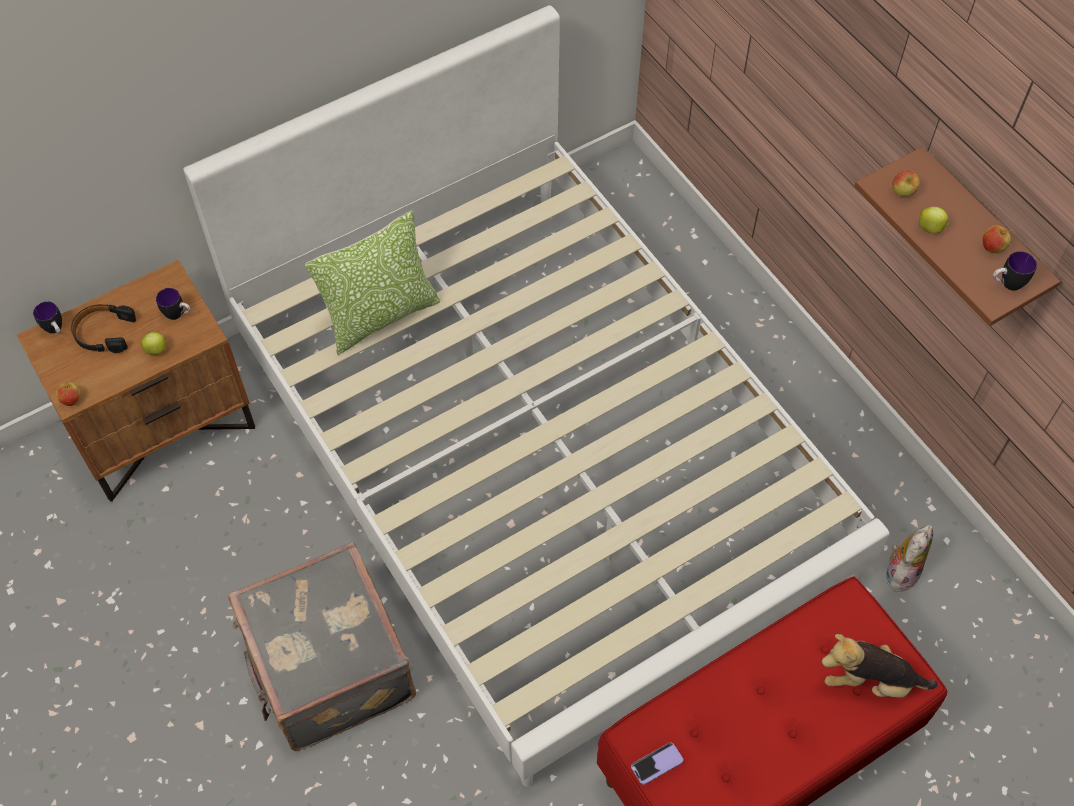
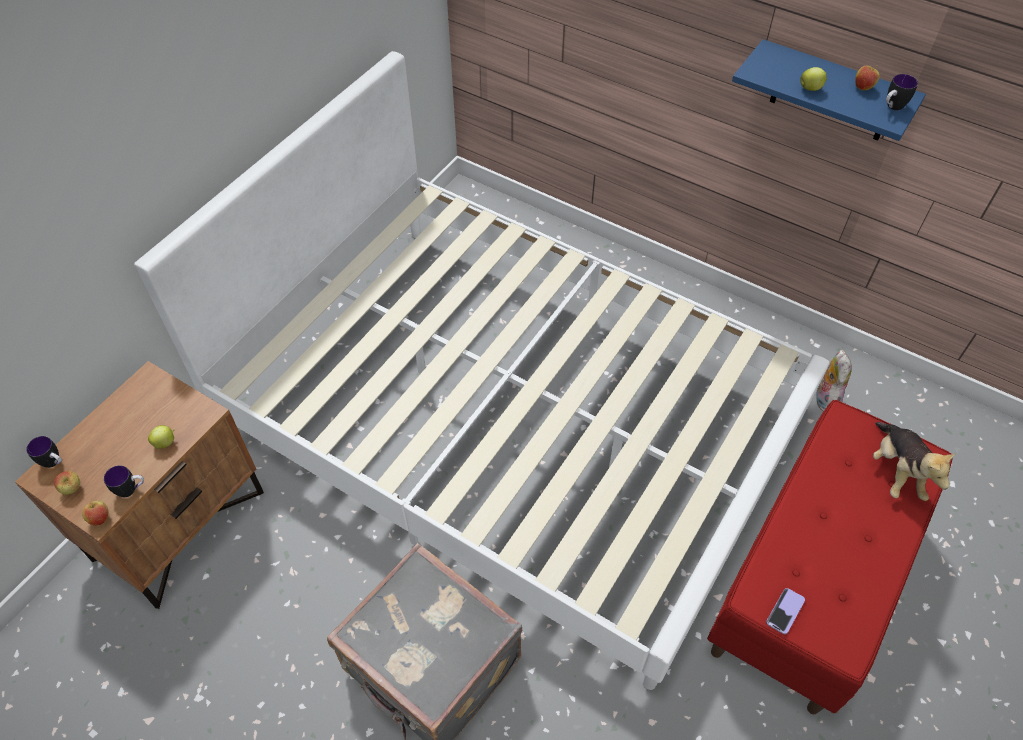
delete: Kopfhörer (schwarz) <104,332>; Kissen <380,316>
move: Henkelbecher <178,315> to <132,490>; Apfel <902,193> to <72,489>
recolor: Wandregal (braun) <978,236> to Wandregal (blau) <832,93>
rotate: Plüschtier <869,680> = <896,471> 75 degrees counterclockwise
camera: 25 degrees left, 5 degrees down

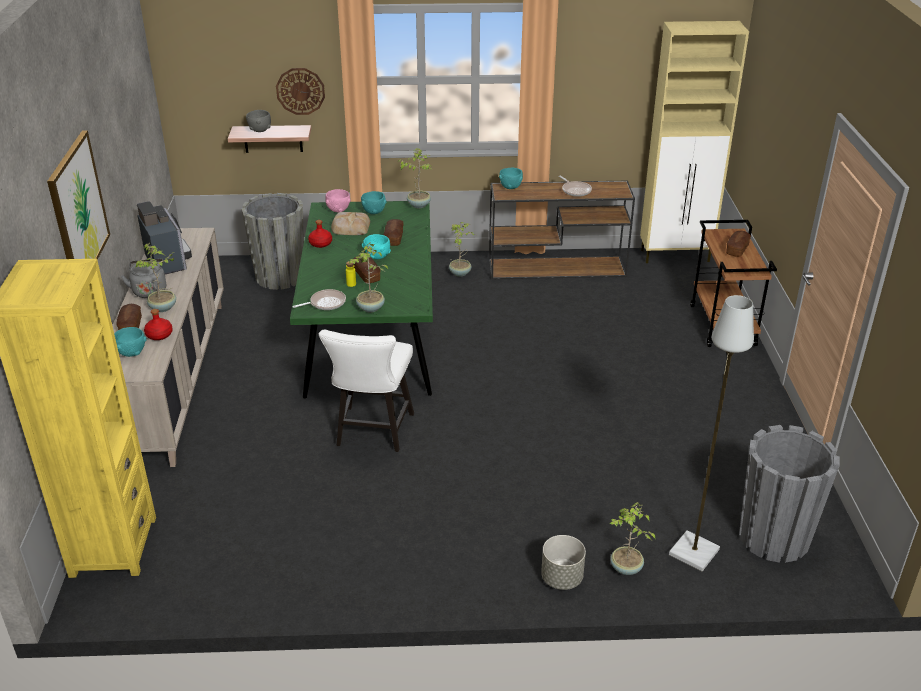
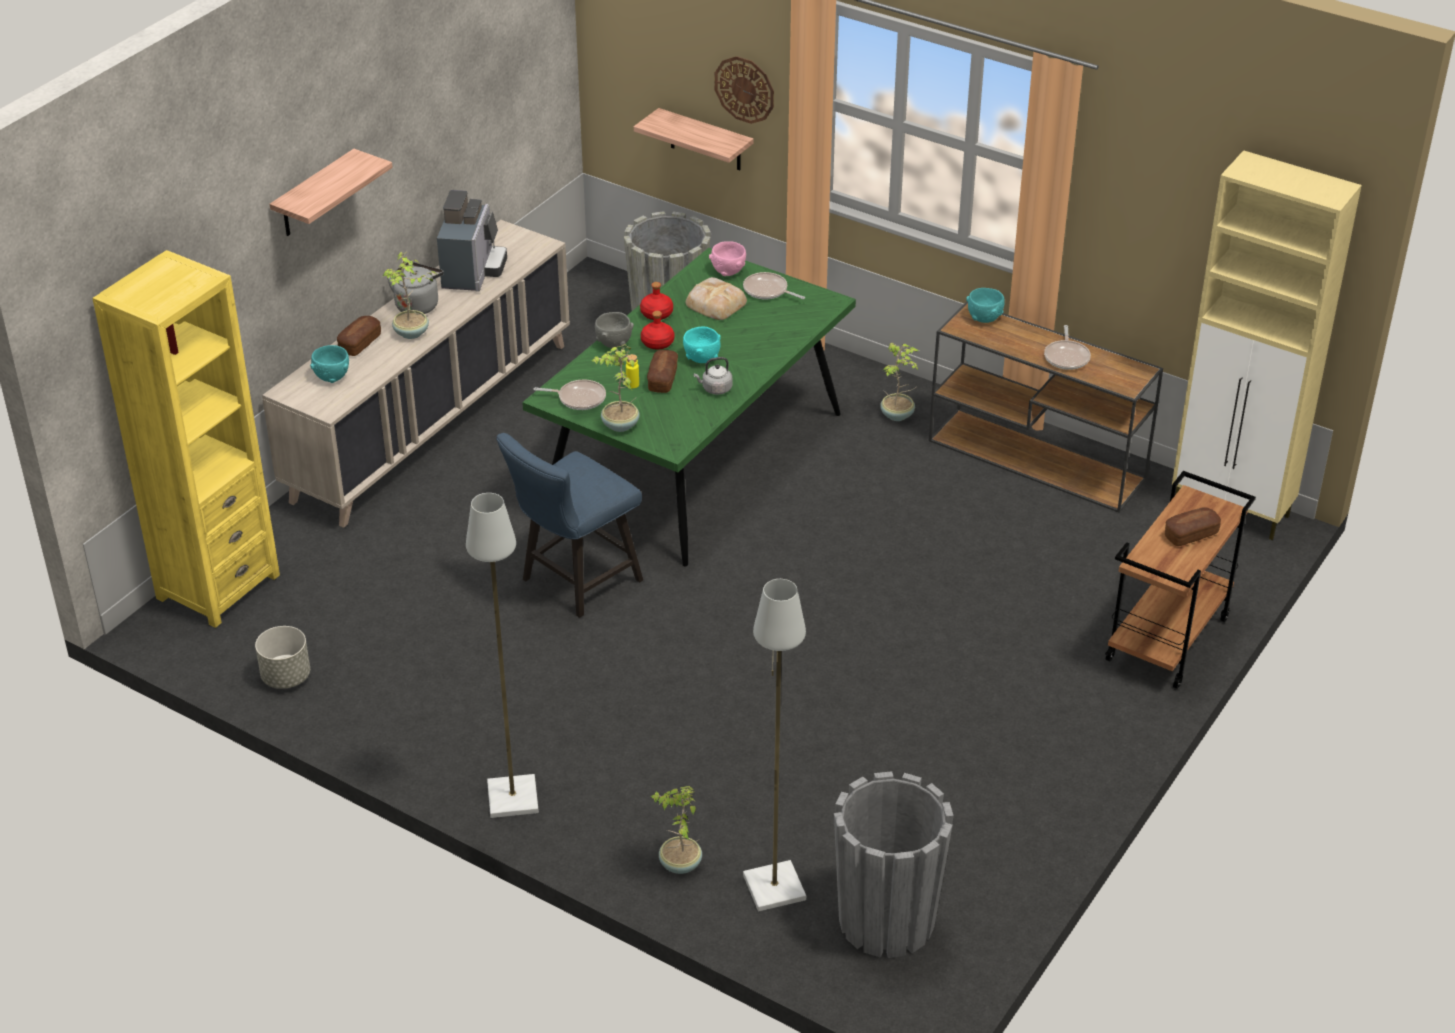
delete: Brot <394,238>; Topfpflanze <419,205>
insert: Stehlampe (grau) <511,797>; Wasserkessel (grau) <715,389>
move: Flasche (rot) <159,335> to <657,343>; Schüssel (grau) <260,130> to <614,343>; Pflanzkübel (grau) <561,578> to <285,677>
replace: Bild <78,210> to Wandregal <314,195>; Schüssel (türkis) <374,212> to Pfanne <767,291>
recolor: Stuhl (weiß) <372,433> to Stuhl (blau) <574,583>
camera: 35 degrees right, 5 degrees up

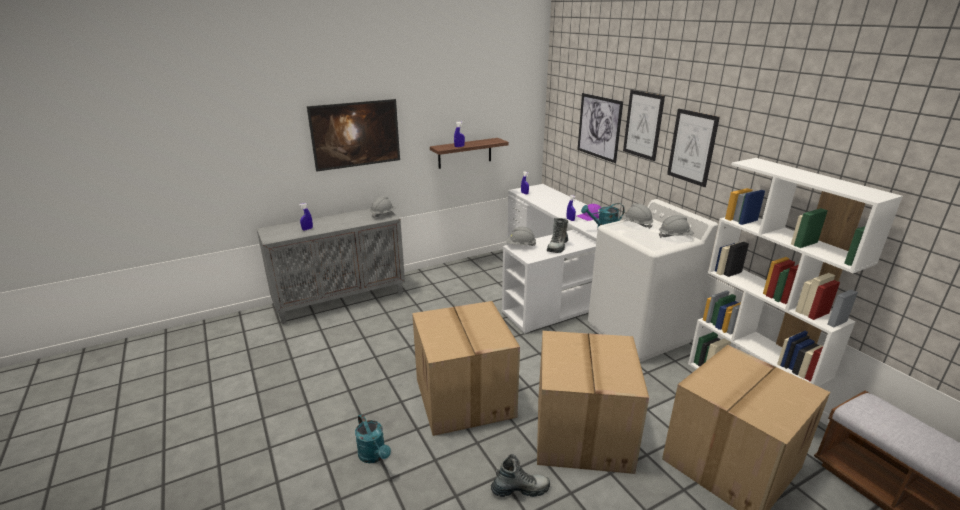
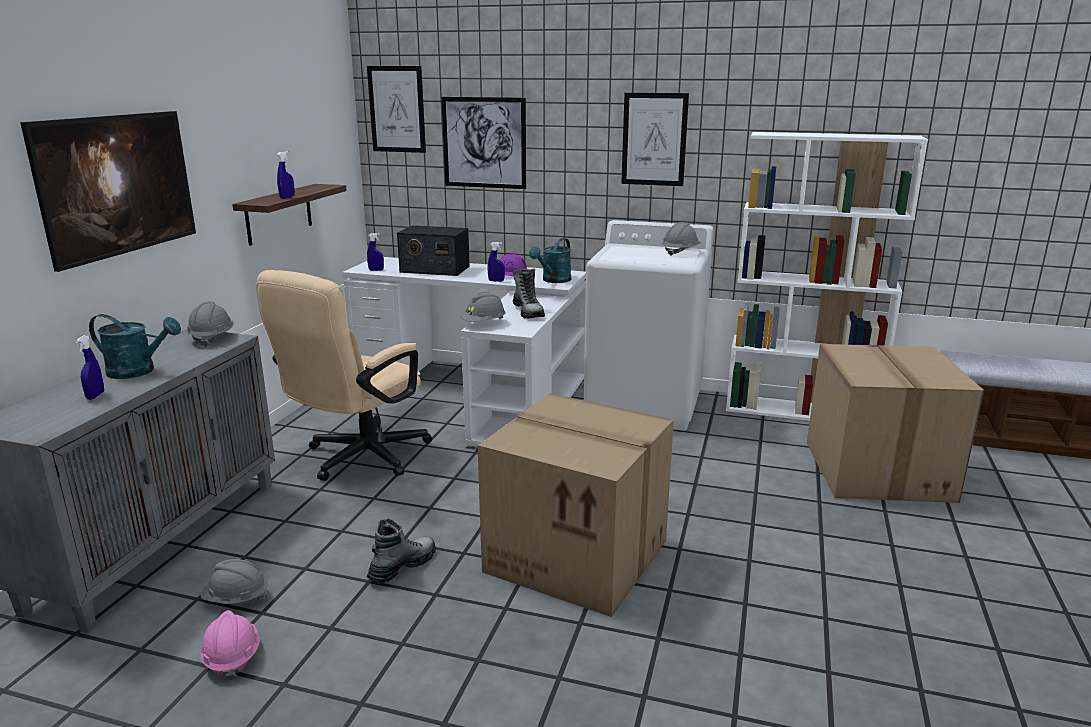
delete: Karton <584,434>
insert: Schutzhelm (rosa) <232,657>; Bürostuhl (beige) <358,459>; Radio <434,269>
move: Gießkanne (türkis) <374,456> to <139,371>; Stiefel <520,489> to <402,566>; Schutzhelm (grau) <636,224> to <236,599>; Bild <643,125> to <397,109>
camera: 45 degrees left, 5 degrees down

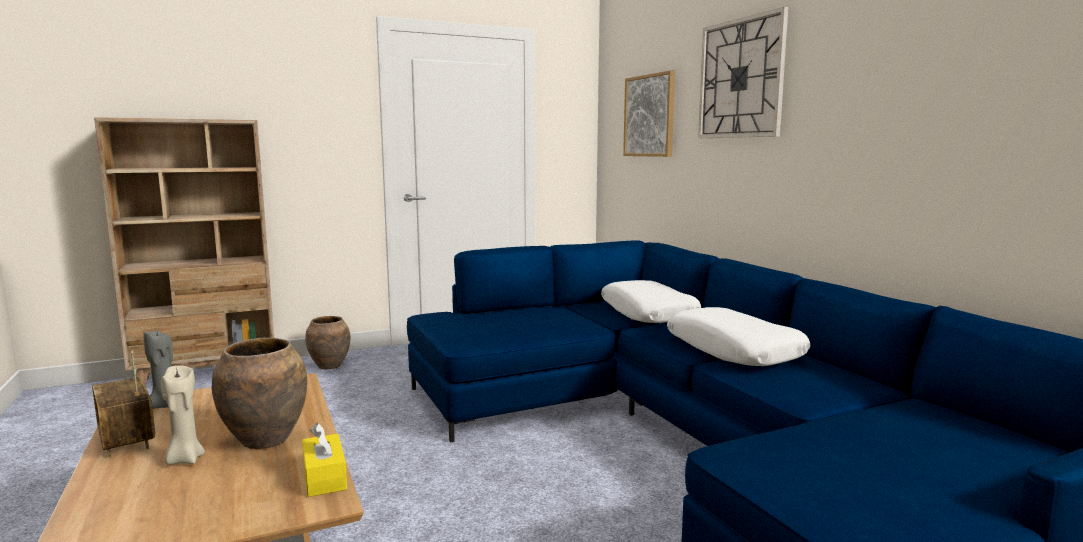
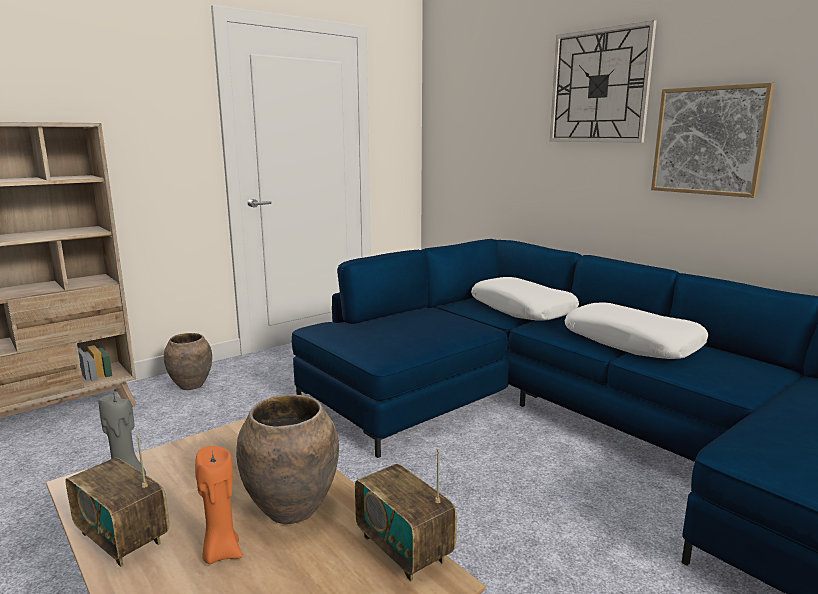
move: Bild <649,116> to <709,141>
replace: Taschentuchbox (gelb) <324,477> to Radio <404,548>
recolor: Kerze (beige) <185,460> to Kerze (orange) <221,553>
camera: 15 degrees left, 5 degrees up

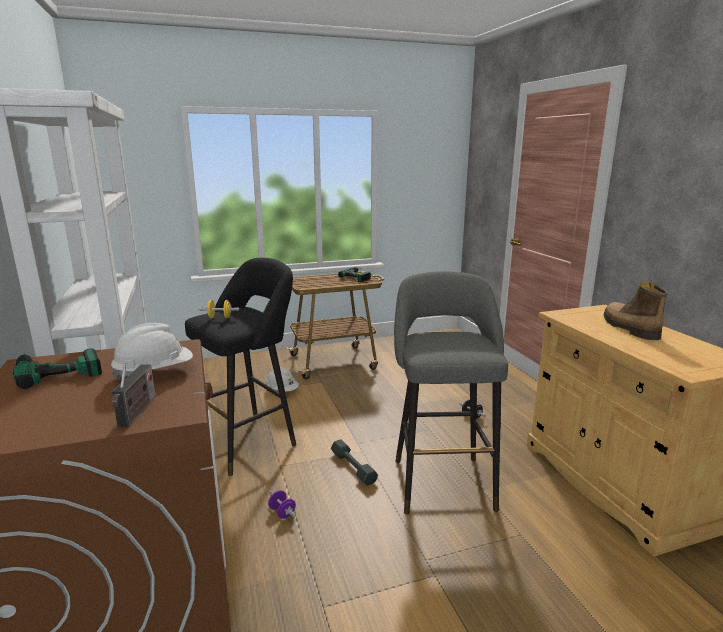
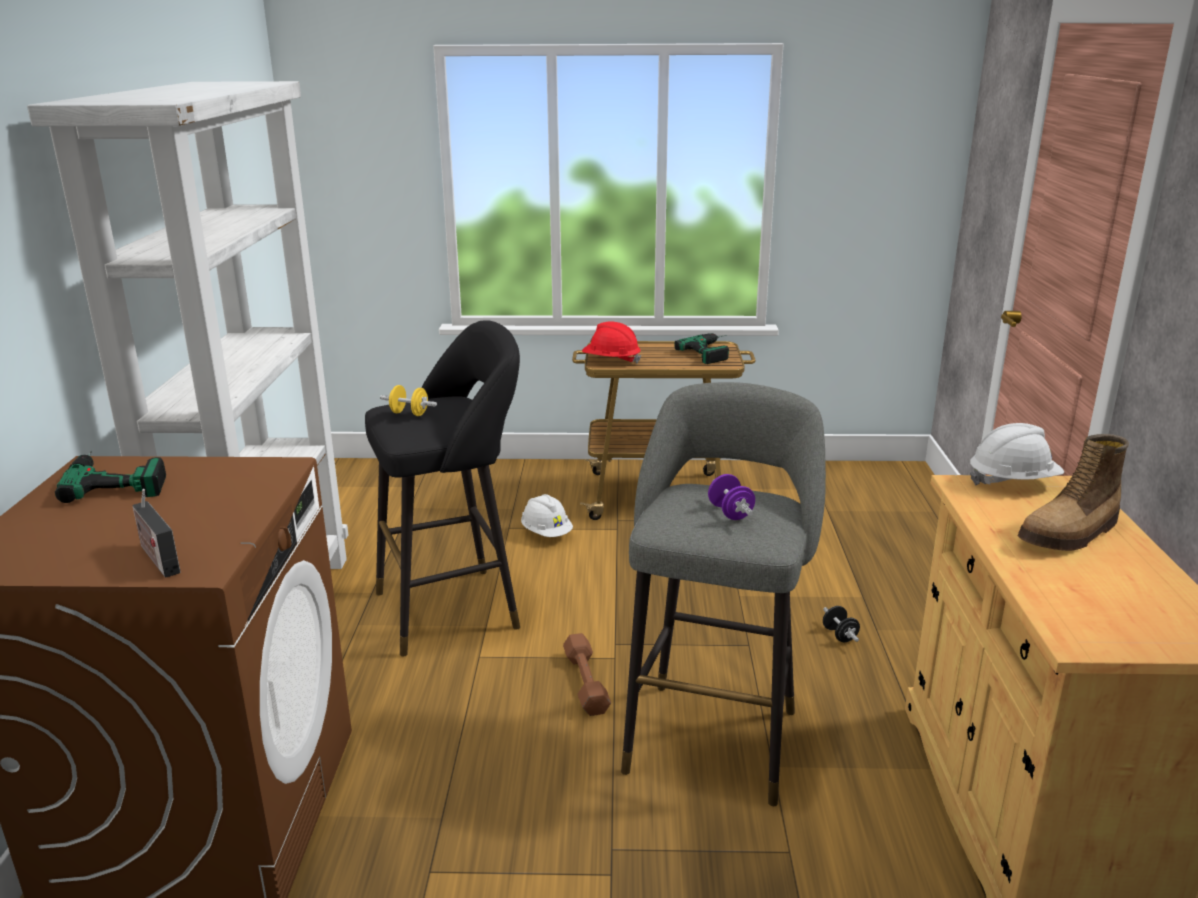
insert: Schutzhelm (rot) <611,361>
move: Schutzhelm (weiß) <155,372> to <1012,482>; Hantel (lila) <282,512> to <730,513>
recolor: Hantel (grau) <353,467> to Hantel (braun) <585,682>
rotate: Radio <137,412> = <157,558> 120 degrees clockwise; Stiefel <628,328> = <1070,534> 135 degrees counterclockwise
camera: 20 degrees right, 5 degrees up

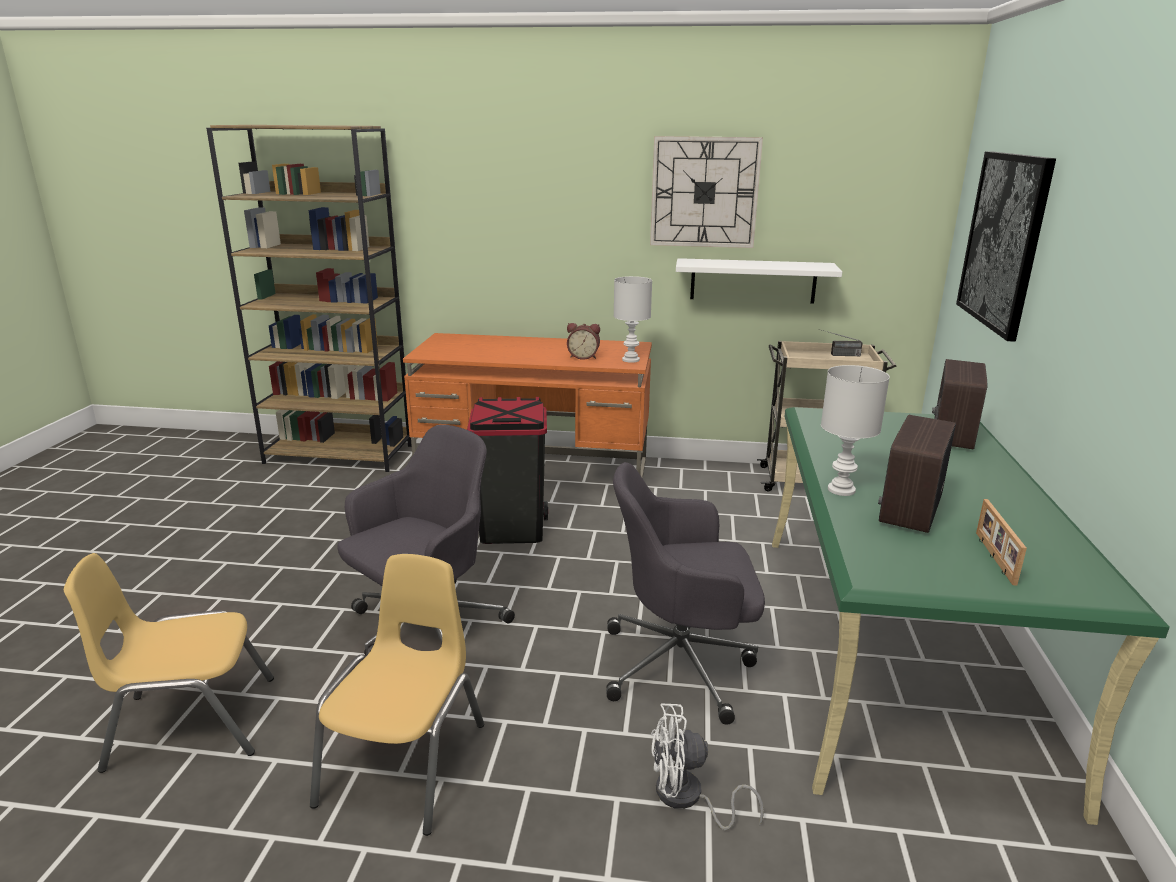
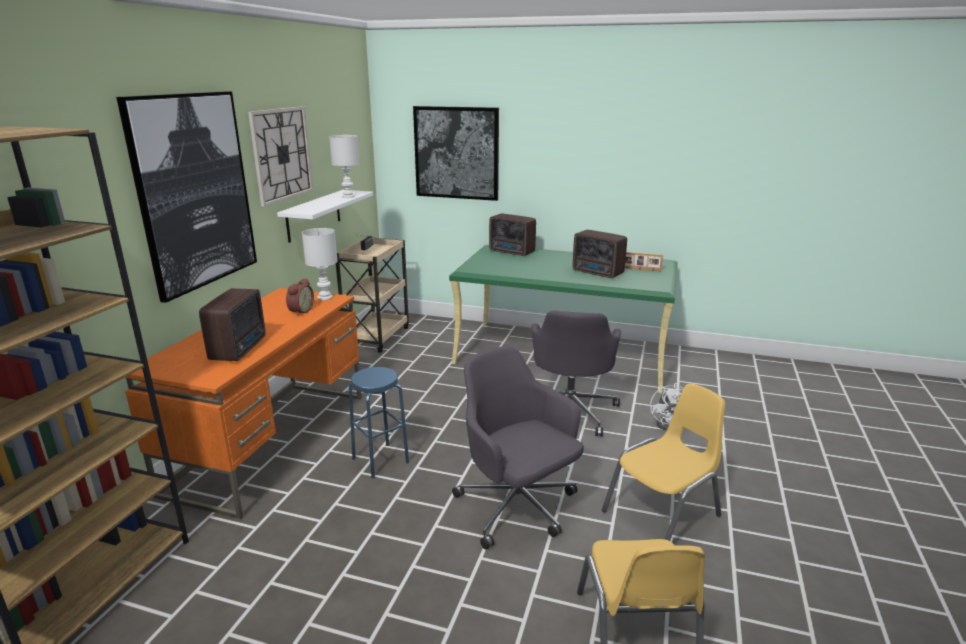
insert: Bild <194,192>; Radio <240,348>
move: Tischlampe (weiß) <840,489> to <347,196>
replace: Mülleimer (schwarz) <511,530> to Hocker (blau) <380,460>
rotate: Stuhl (gelb) <406,763> = <663,514> 120 degrees clockwise
camera: 80 degrees left, 0 degrees up

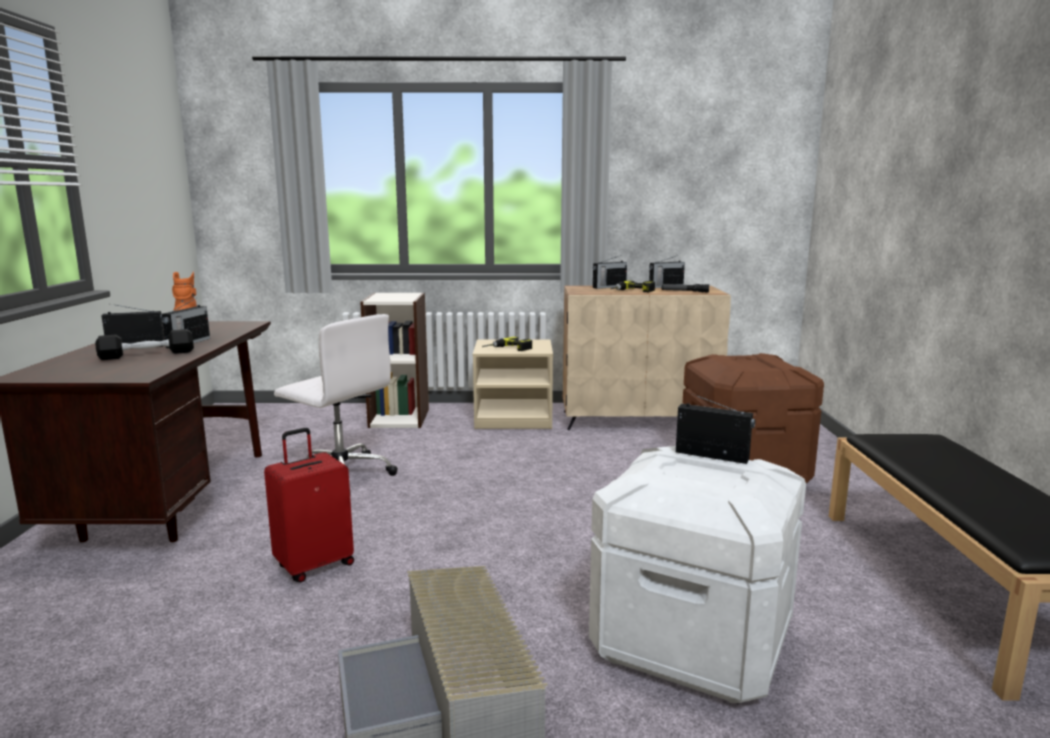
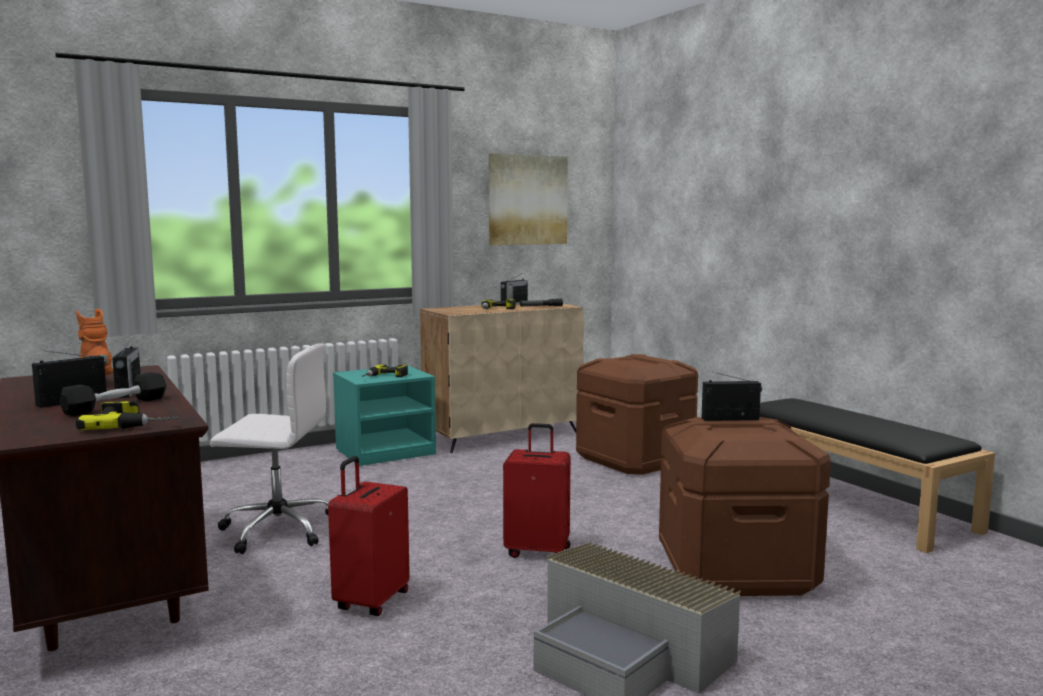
delete: Bücherregal <399,418>; Radio <608,287>
insert: Bohrmaschine <135,423>; Bild <527,200>; Koffer (rot) <538,551>
recolor: Nachttisch (beige) <514,419> to Nachttisch (türkis) <386,452>; Aufbewahrungsbox (weiß) <690,641> to Aufbewahrungsbox (braun) <734,571>
camera: 30 degrees left, 5 degrees down

